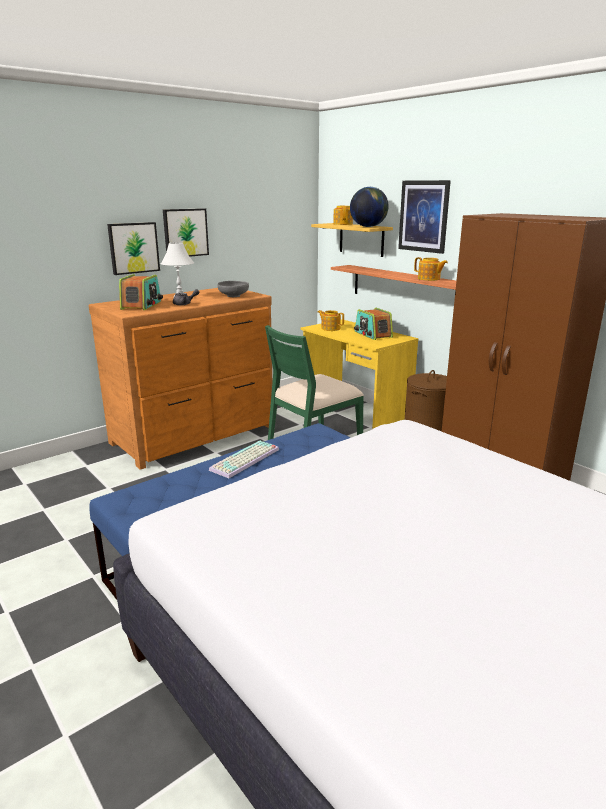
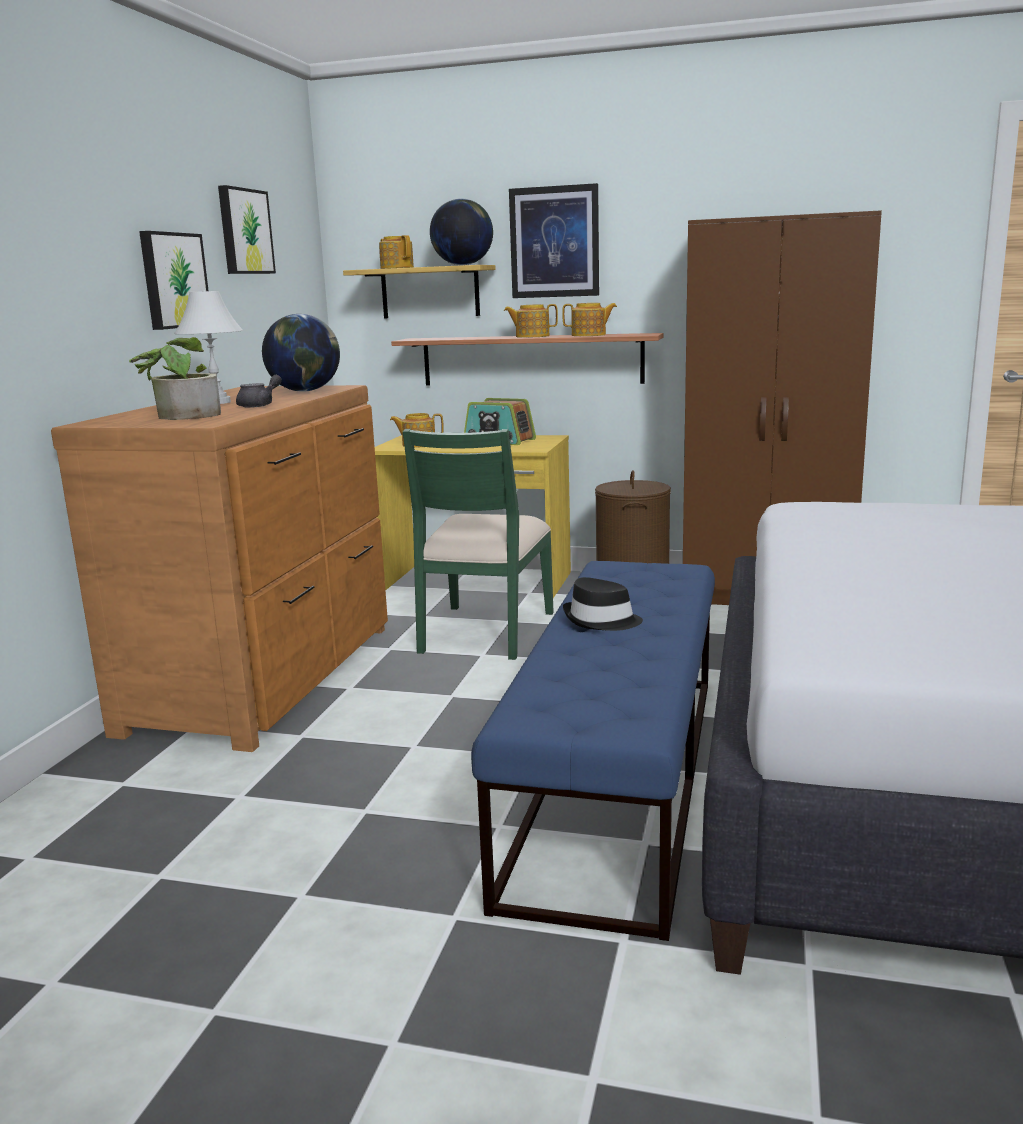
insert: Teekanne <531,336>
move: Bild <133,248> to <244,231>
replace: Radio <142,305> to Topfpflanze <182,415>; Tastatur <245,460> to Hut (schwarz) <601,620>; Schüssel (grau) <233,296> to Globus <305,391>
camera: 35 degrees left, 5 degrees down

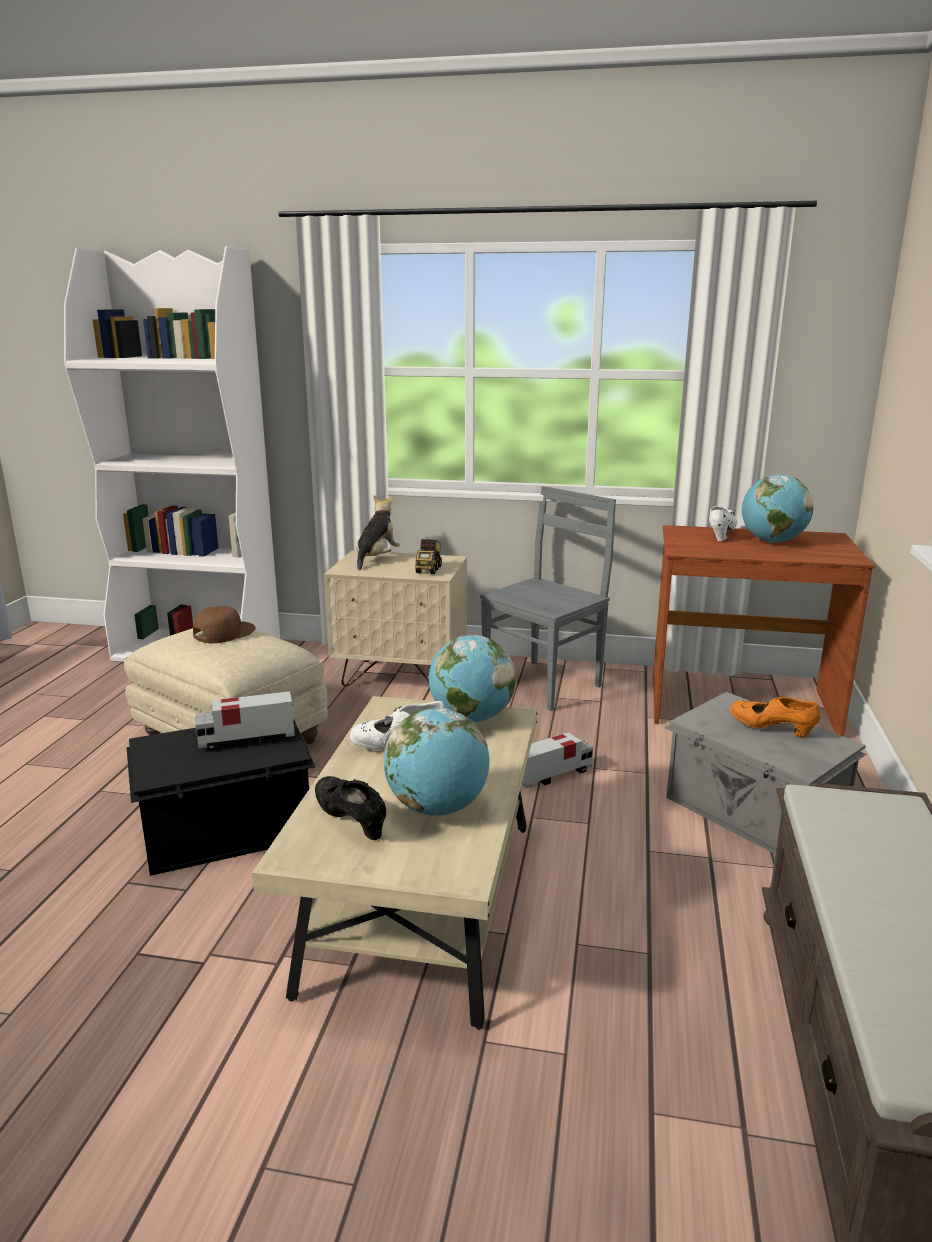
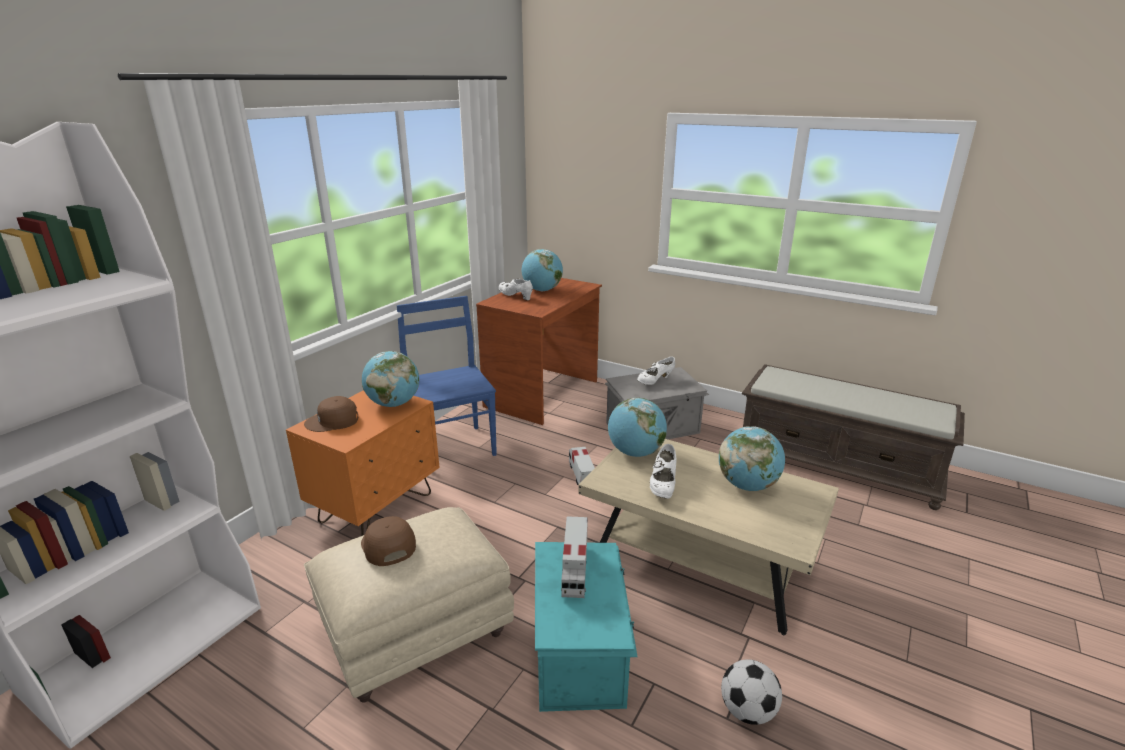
delete: Schuh (schwarz) <351,821>
insert: Fußball <747,711>
replace: Plüschtier <376,559> to Kappe (braun) <332,421>; Spielzeuglaster <429,569> to Globus <393,404>
recolor: Aufbewahrungsbox (schwarz) <229,832> to Aufbewahrungsbox (türkis) <580,650>; Nachttisch (beige) <401,677> to Nachttisch (orange) <377,508>; Stuhl (grau) <544,684> to Stuhl (blau) <453,446>; Schuh (orange) <771,729> to Schuh (weiß) <655,381>
camera: 70 degrees left, 5 degrees up

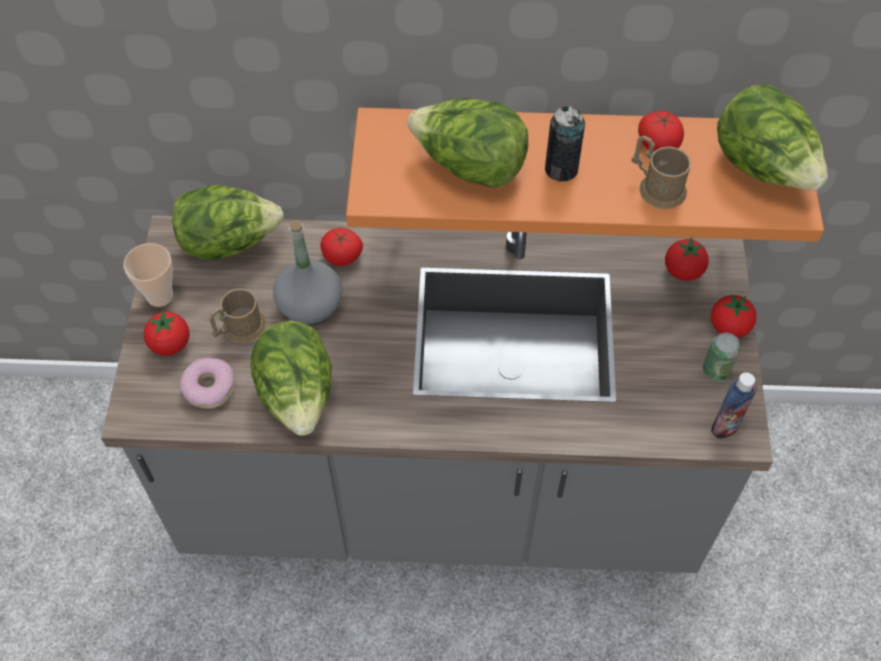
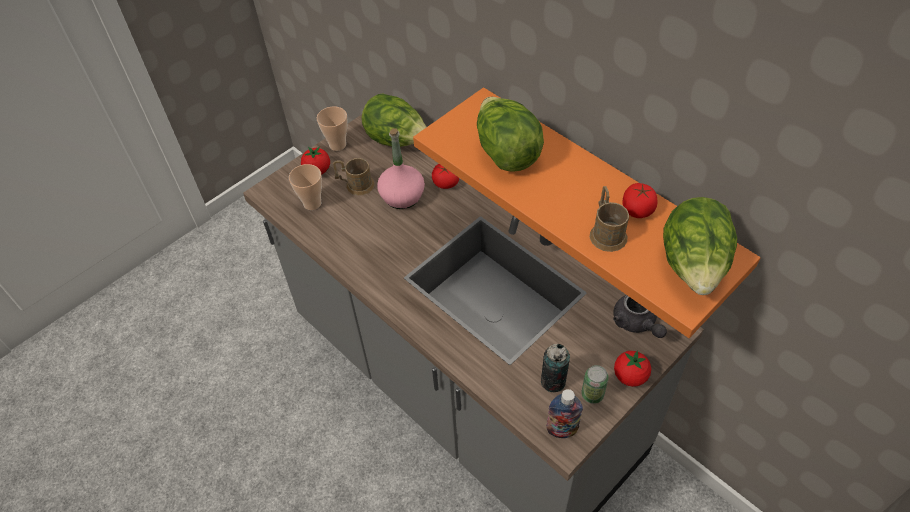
delete: Salatkopf <298,396>
move: Dose <561,169> to <553,381>
replace: Donut <209,387> to Tasse <312,203>; Tomate <683,271> to Teekanne (grau) <636,323>
recolor: Flasche (grau) <310,305> to Flasche (rosa) <402,196>
camera: 45 degrees right, 5 degrees down

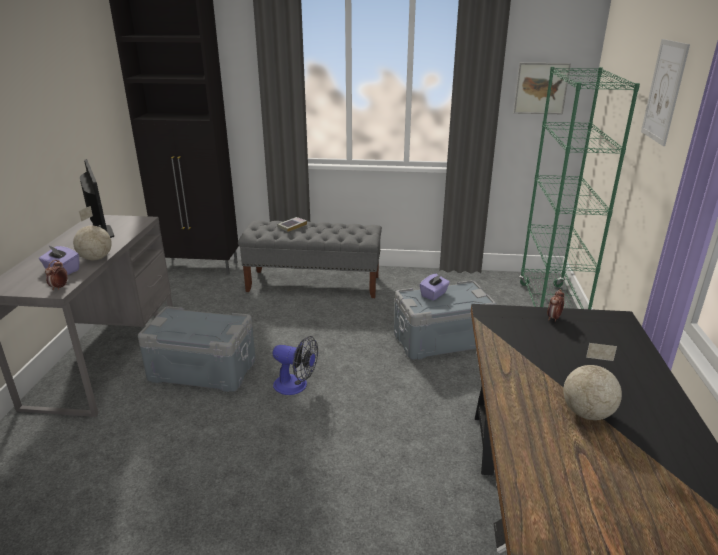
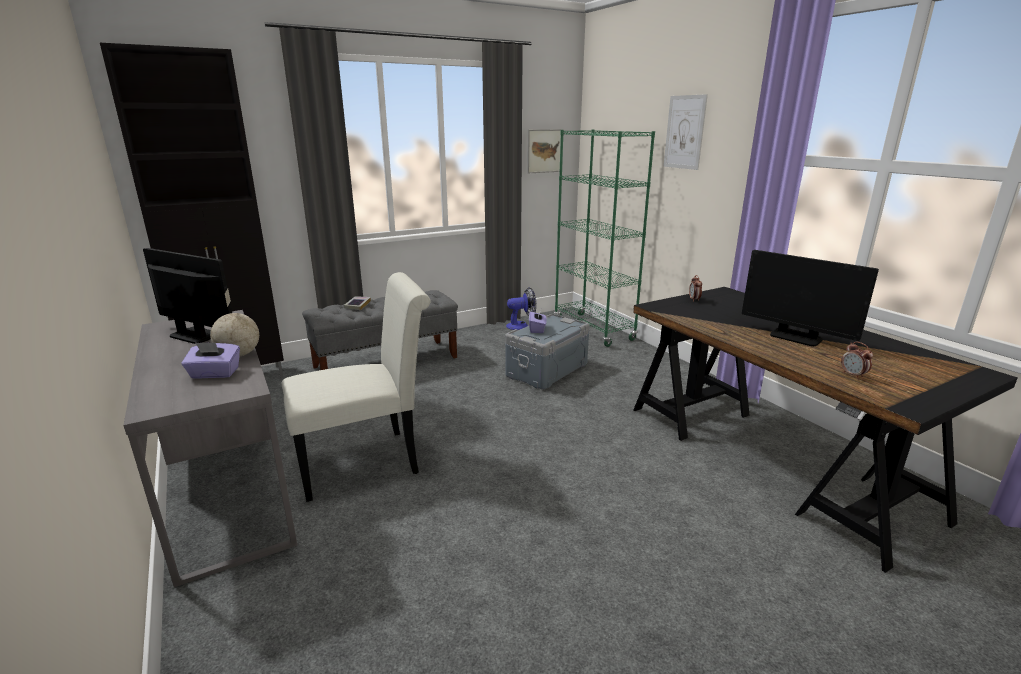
move: Wecker <59,287> to <853,375>; Ventilator <296,386> to <521,325>
replace: Aufbewahrungsbox (grau) <202,371> to Stuhl (weiß) <367,461>; Globus <587,414> to Monitor <796,337>
camera: 35 degrees left, 5 degrees down

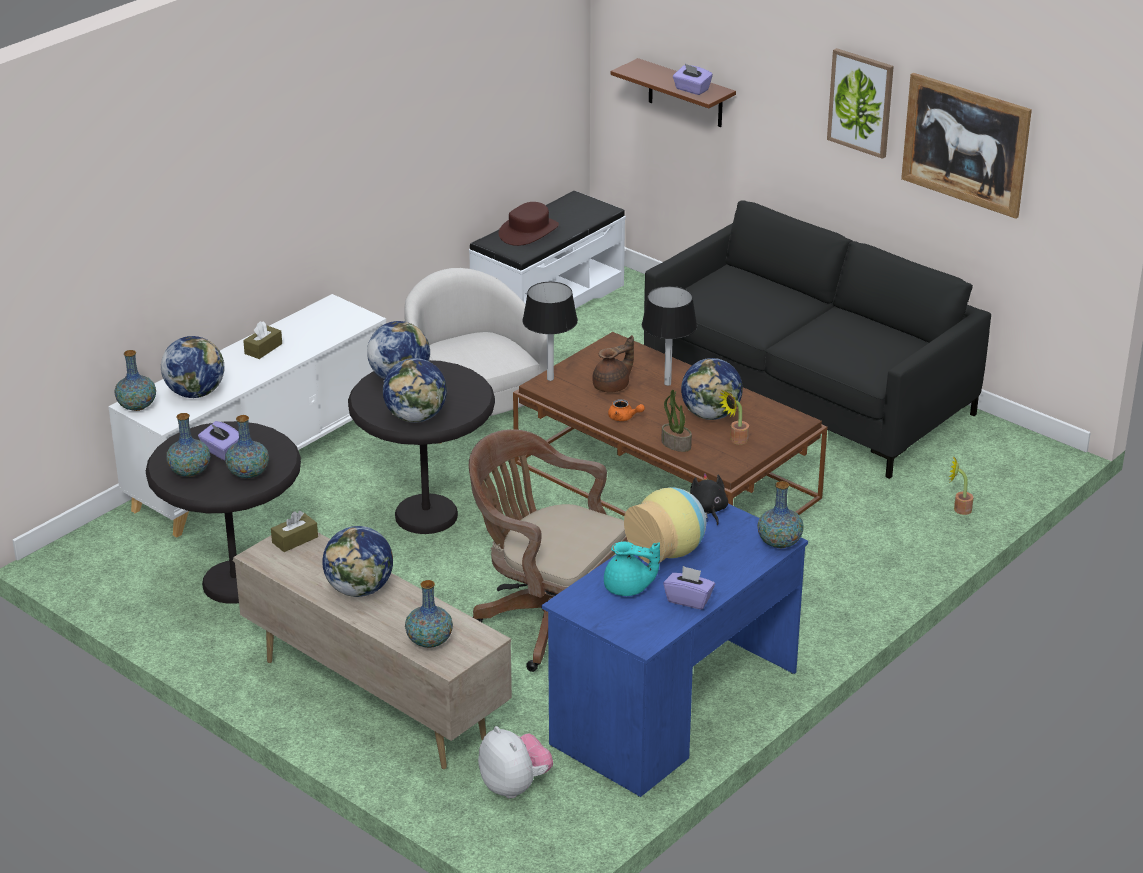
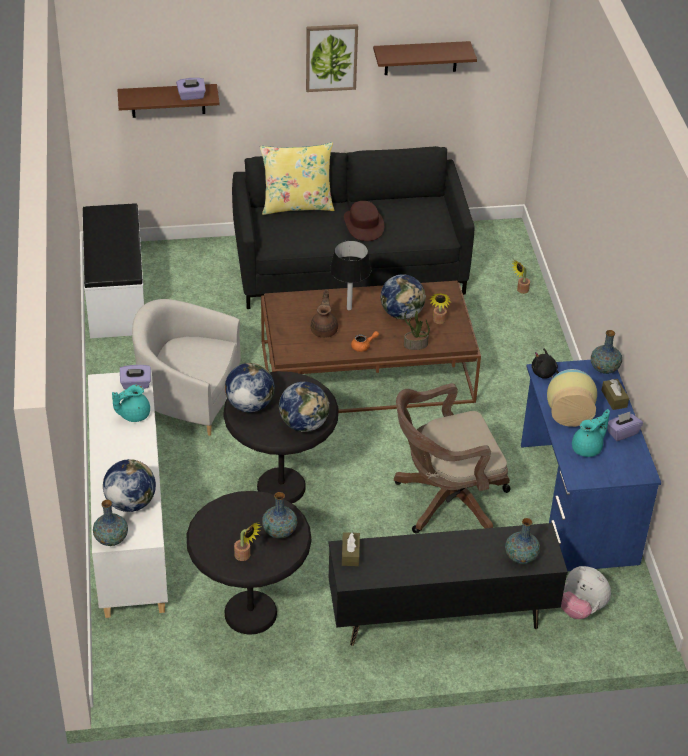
delete: Globus <360,589>; Tischlampe (schwarz) <550,379>
insert: Teekanne (türkis) <133,414>; Kissen (gelb) <297,205>
move: Taschentuchbox (lila) <221,451> to <136,384>; Taschentuchbox (braun) <263,349> to <614,399>; Hut (braun) <529,231> to <364,225>
replace: Vase <190,472> to Topfpflanze <245,556>; Bild <965,144> to Wandregal (braun) <421,58>
recolor: Fernsehschrank (beige) <375,699> to Fernsehschrank (schwarz) <440,619>
rotate: Plüschtier <515,786> = <581,608> 150 degrees counterclockwise
camera: 50 degrees left, 10 degrees up

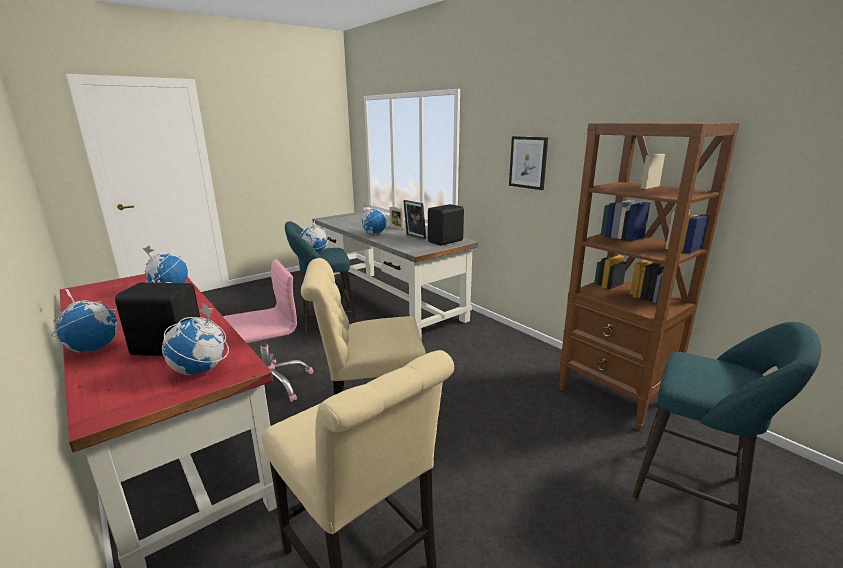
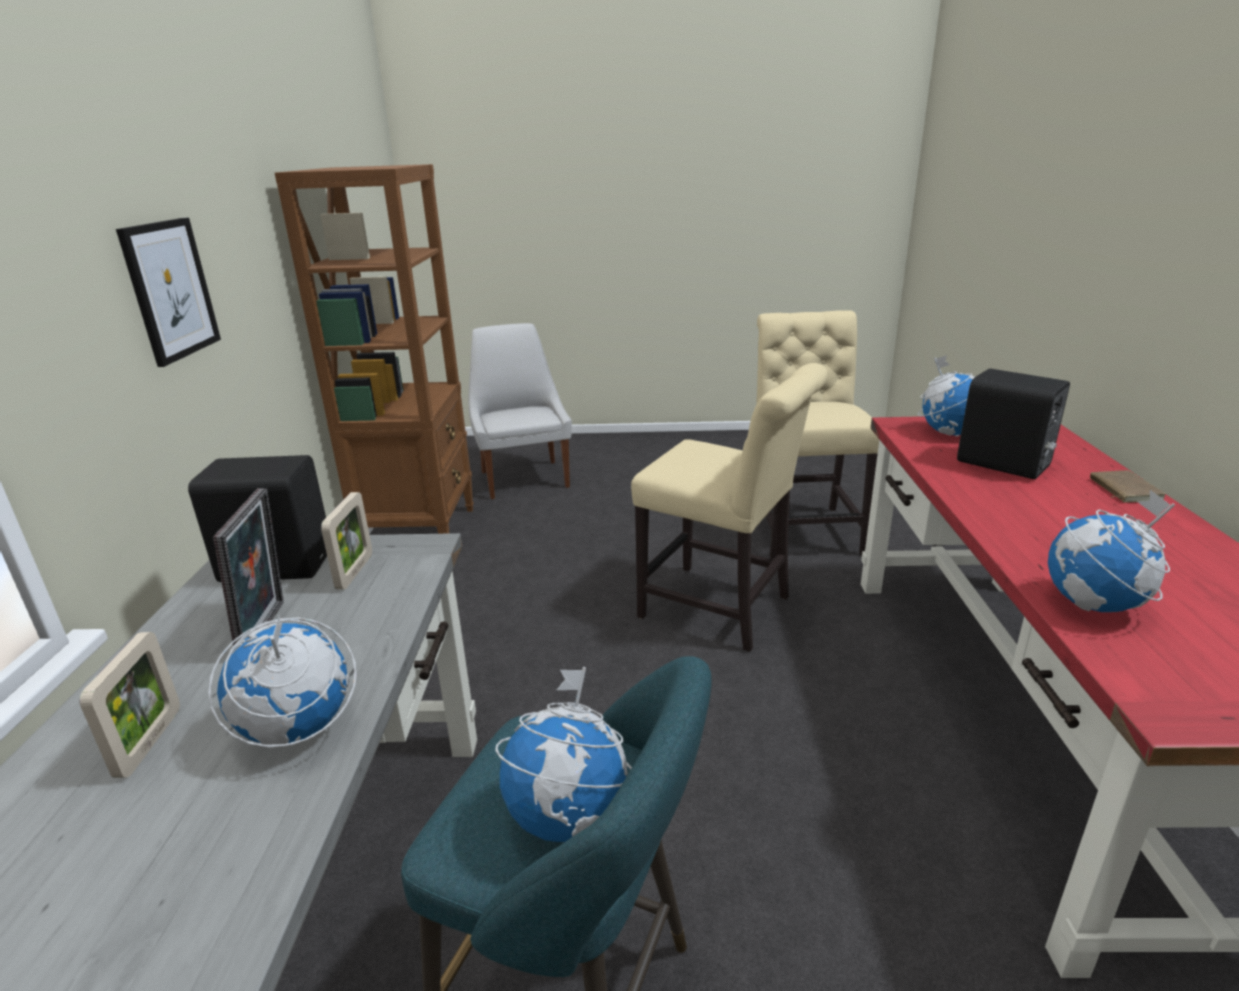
delete: Bürostuhl (rosa) <270,384>
insert: Bilderrahmen <355,572>
replace: Globus <94,348> to Buch (braun) <1122,490>; Hocker (türkis) <696,491> to Stuhl (weiß) <524,478>
camera: 140 degrees left, 5 degrees up

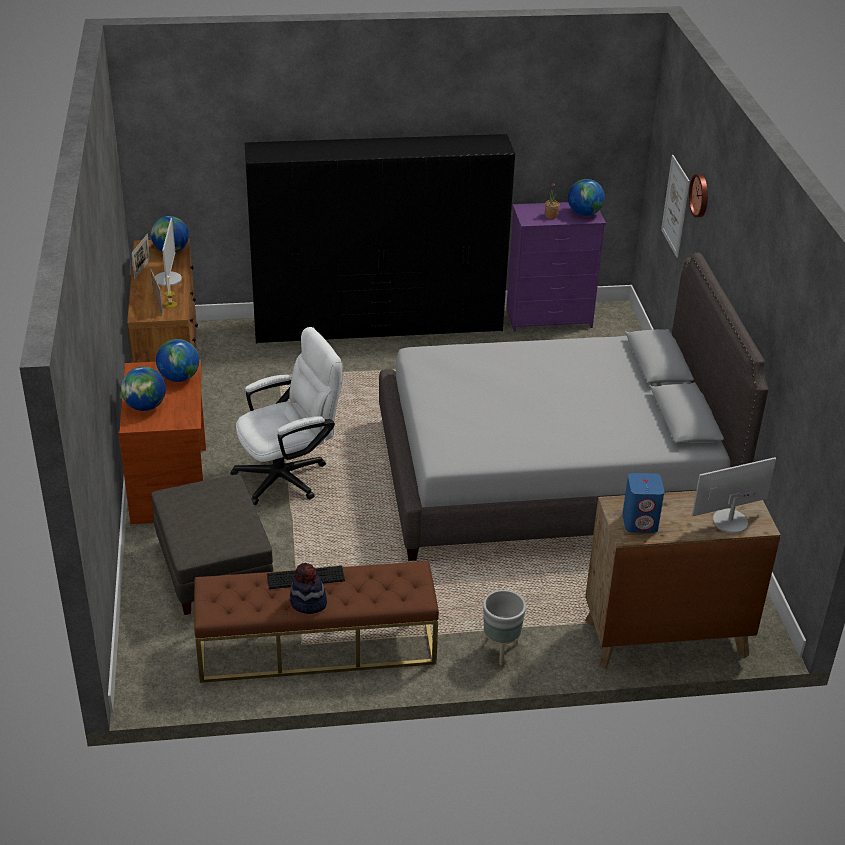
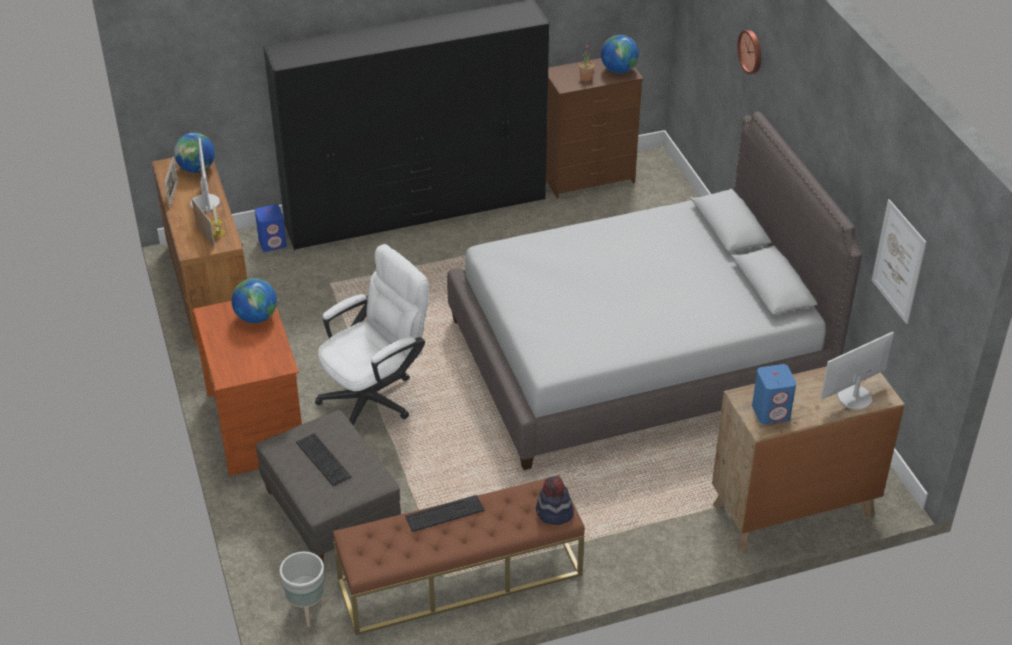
delete: Globus <145,406>
insert: Lautsprecher (blau) <273,243>; Tastatur <323,459>
move: Hut <308,602> to <554,513>; Pflanzkübel (grau) <500,650> to <306,610>; Bild <675,206> to <898,261>
recolor: Kommode (lila) <550,318> to Kommode (braun) <589,178>
camera: 10 degrees left, 5 degrees up

